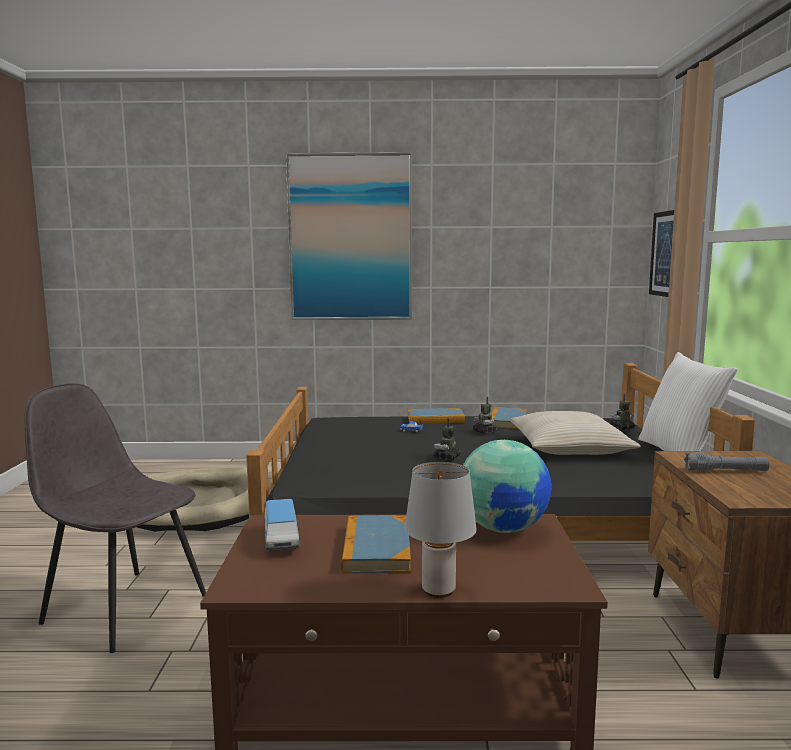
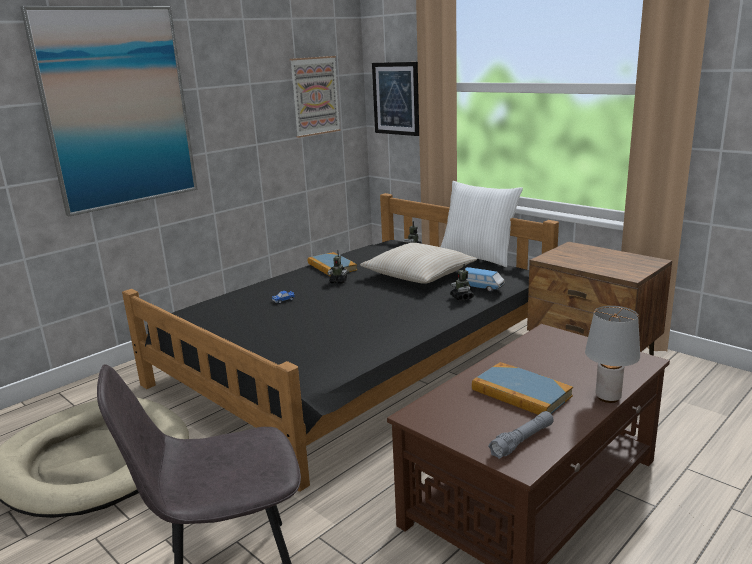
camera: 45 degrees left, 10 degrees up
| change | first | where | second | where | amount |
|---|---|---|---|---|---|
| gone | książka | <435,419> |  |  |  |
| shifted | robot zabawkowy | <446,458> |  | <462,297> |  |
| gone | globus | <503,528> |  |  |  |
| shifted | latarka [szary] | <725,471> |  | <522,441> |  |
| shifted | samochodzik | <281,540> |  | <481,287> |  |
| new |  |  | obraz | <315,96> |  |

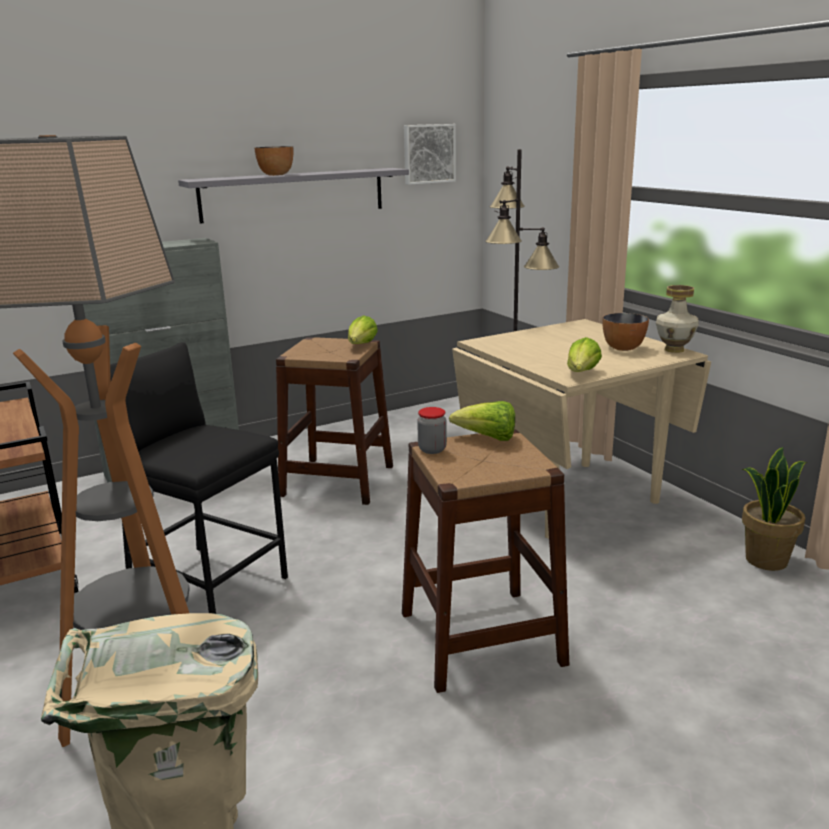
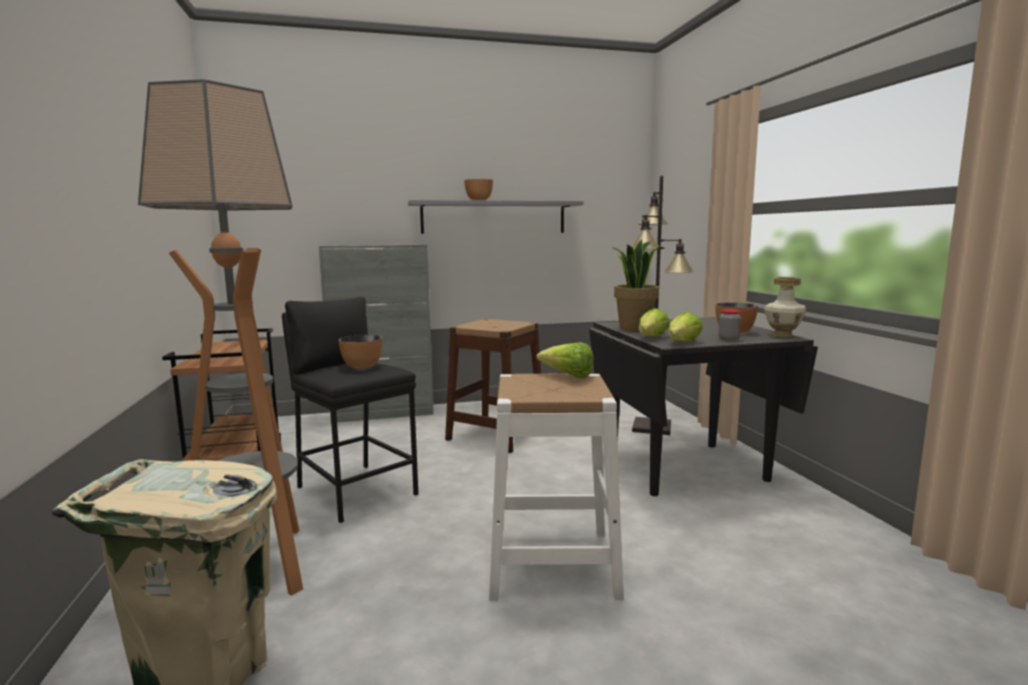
camera: 15 degrees right, 10 degrees down
| change | first | where | second | where | amount |
|---|---|---|---|---|---|
| gone | obraz | <428,153> |  |  |  |
| shifted | sałata | <361,345> |  | <651,338> |  |
| repainted | stół jadalny [beżowy] | <568,497> | stół jadalny [czarny] | <685,467> |  |
| shifted | słoik | <432,449> |  | <728,339> |  |
| repainted | stołek [brązowy] | <481,637> | stołek [biały] | <552,563> |  |
| shifted | roślina doniczkowa | <765,560> |  | <635,328> |  |
| new |  |  | miska | <362,367> |  |

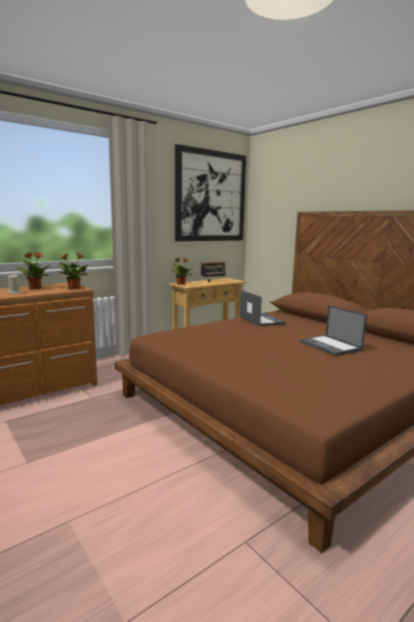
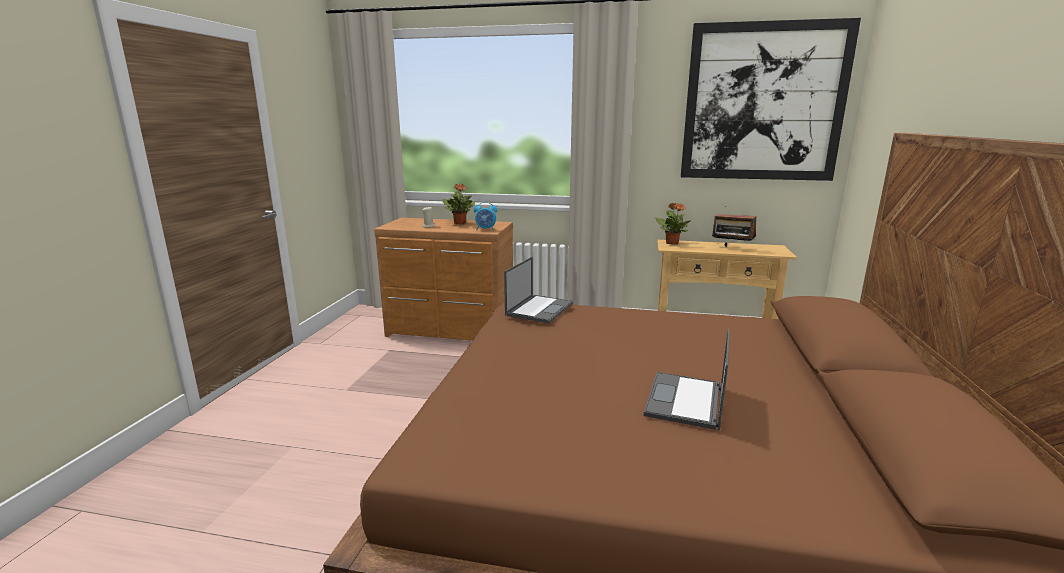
camera: 50 degrees right, 5 degrees up
| change | first | where | second | where | amount |
|---|---|---|---|---|---|
| swapped | roślina doniczkowa | <73,288> | budzik | <485,229> |  |
| shifted | laptop | <261,320> |  | <539,309> |  |

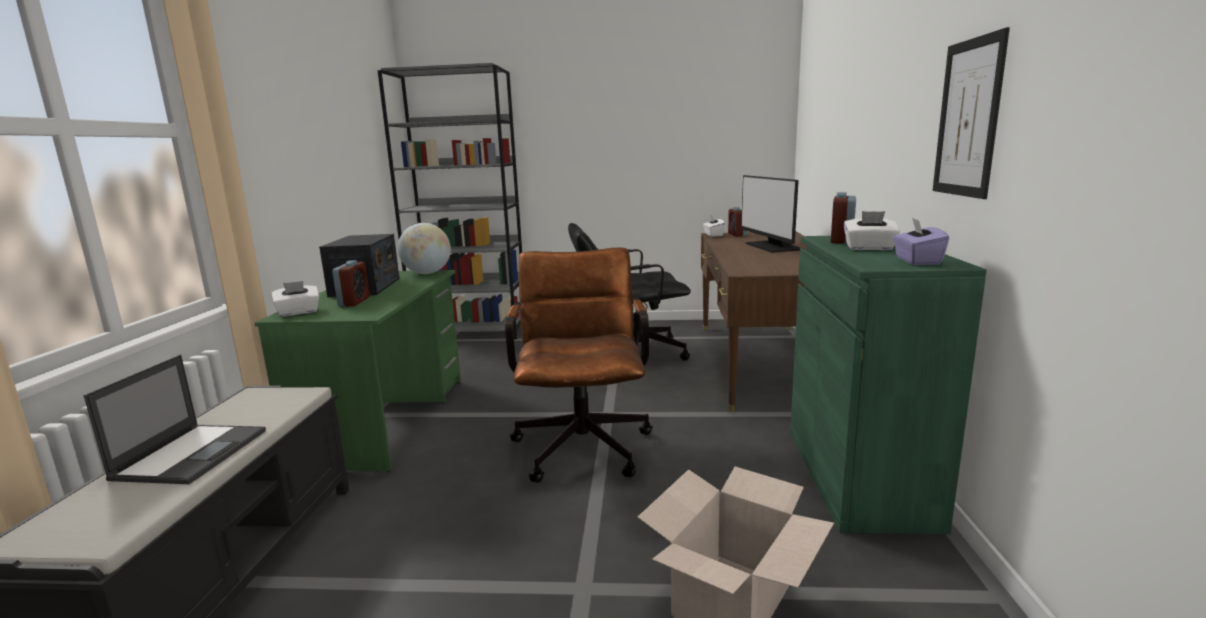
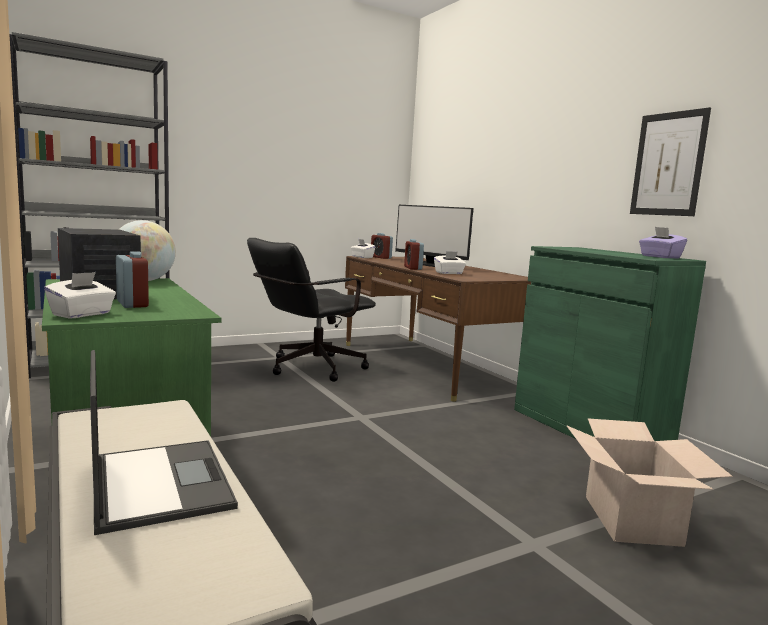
camera: 35 degrees left, 5 degrees down
| change | first | where | second | where | amount |
|---|---|---|---|---|---|
| shifted | budzik | <841,240> |  | <413,268> |  |
| shifted | pudełko chusteczek [biały] | <869,248> |  | <449,273> |  |
| gone | krzesło biurowe [brązowy] | <583,441> |  |  |  |

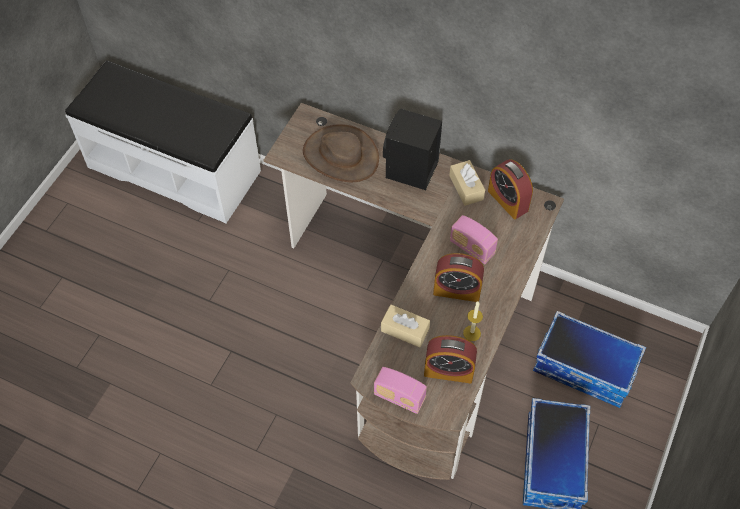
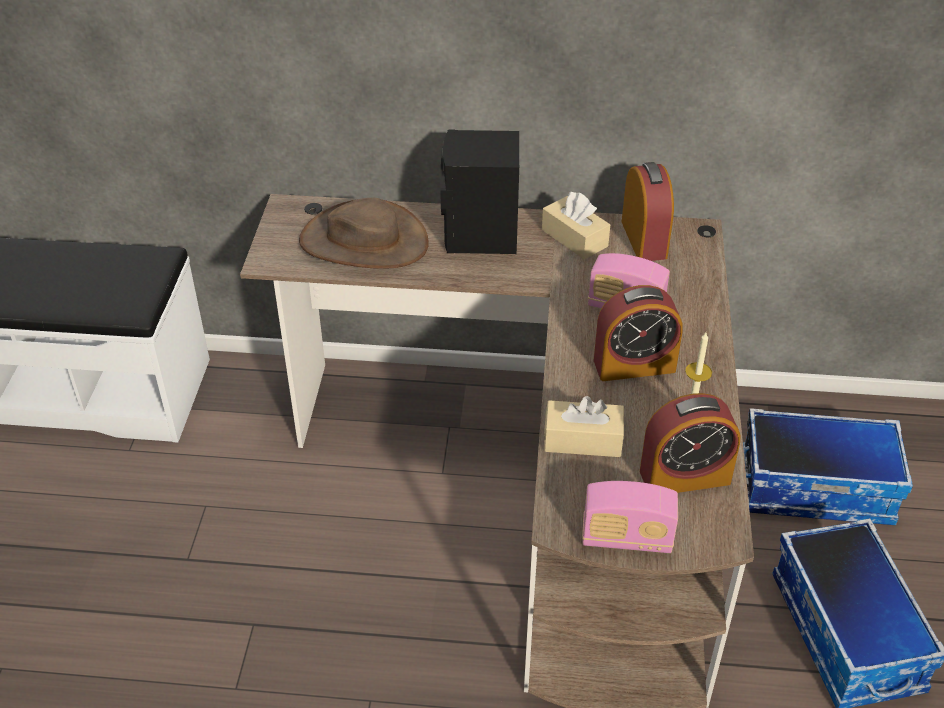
camera: 20 degrees left, 15 degrees down
| change | first | where | second | where | amount |
|---|---|---|---|---|---|
| rotated | budzik | <508,200> |  | <644,239> | 135 degrees counterclockwise |

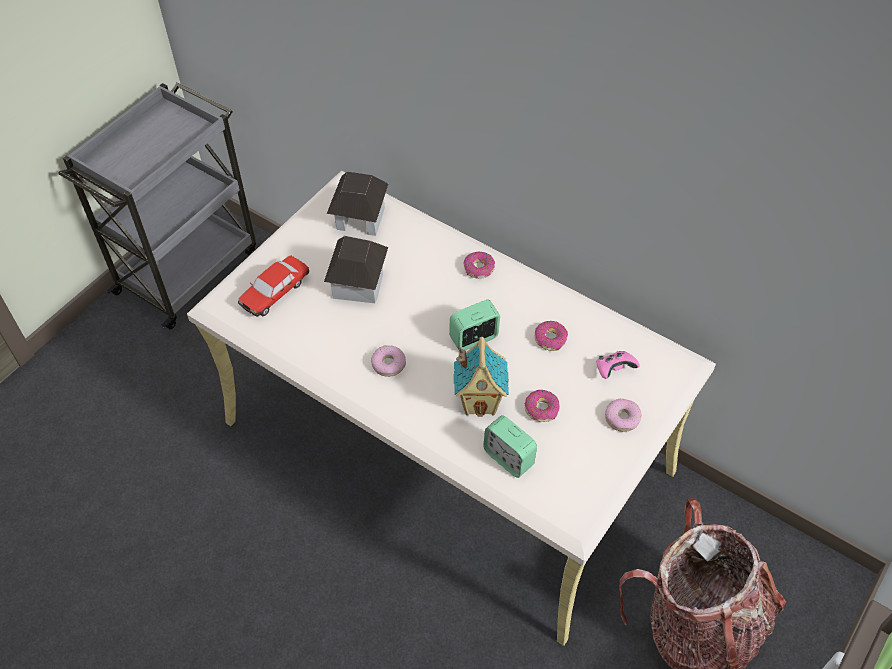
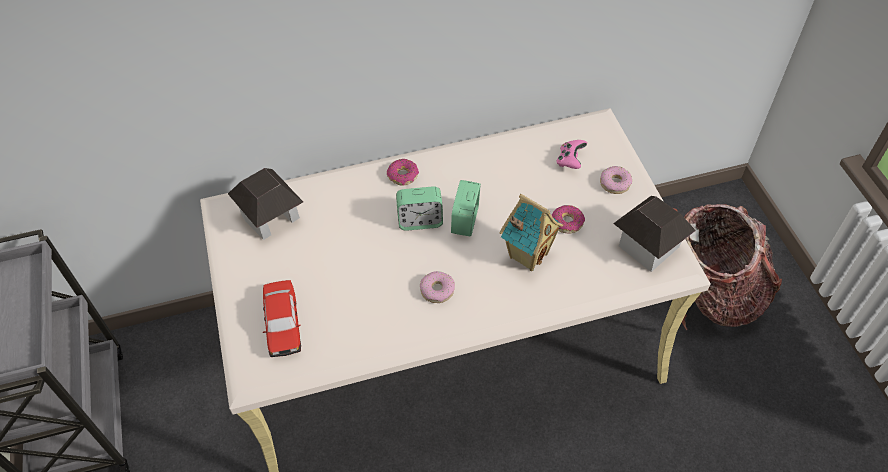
camera: 50 degrees left, 0 degrees up
| change | first | where | second | where | amount |
|---|---|---|---|---|---|
| shifted | domek | <358,284> |  | <648,246> |  |
| gone | donut | <550,339> |  |  |  |
| shifted | budzik | <508,458> |  | <420,221> |  |

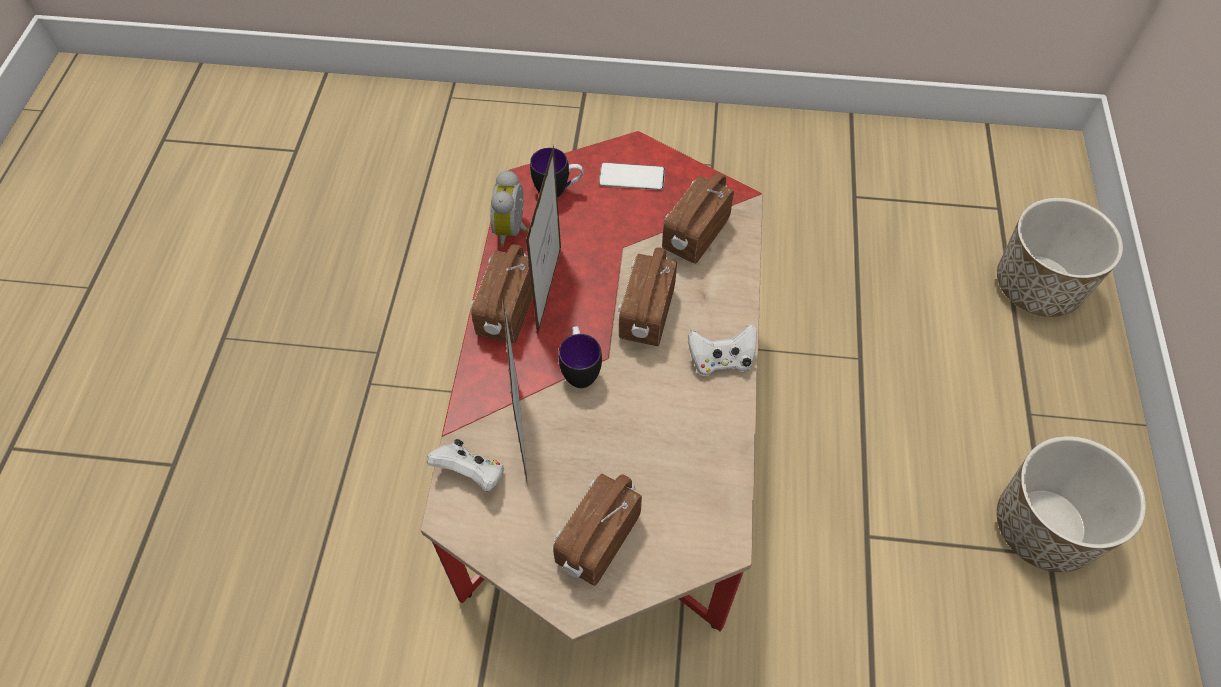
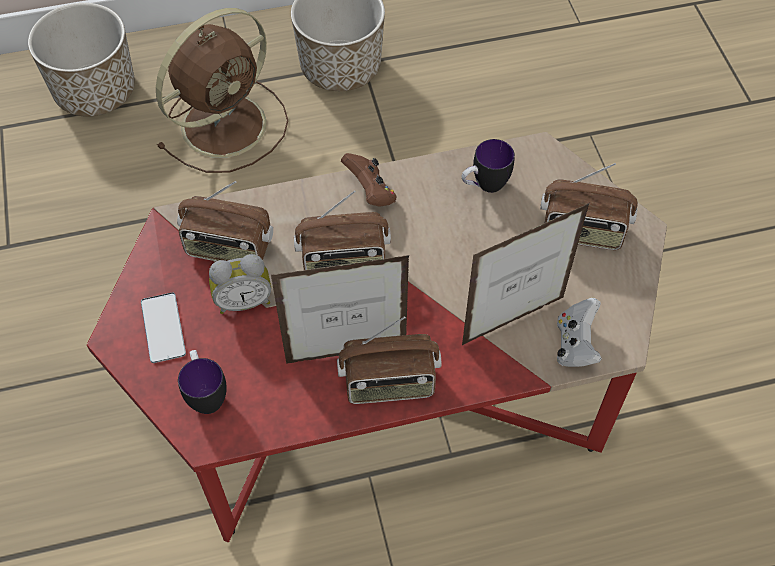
camera: 110 degrees left, 0 degrees up
| change | first | where | second | where | amount |
|---|---|---|---|---|---|
| shifted | budzik | <513,230> |  | <243,300> |  |
| repainted | pad do gier [biały] | <721,360> | pad do gier [brązowy] | <370,192> |  |
| shifted | kubek | <580,370> |  | <484,186> |  |
| new |  |  | wentylator [brązowy] | <227,123> |  |

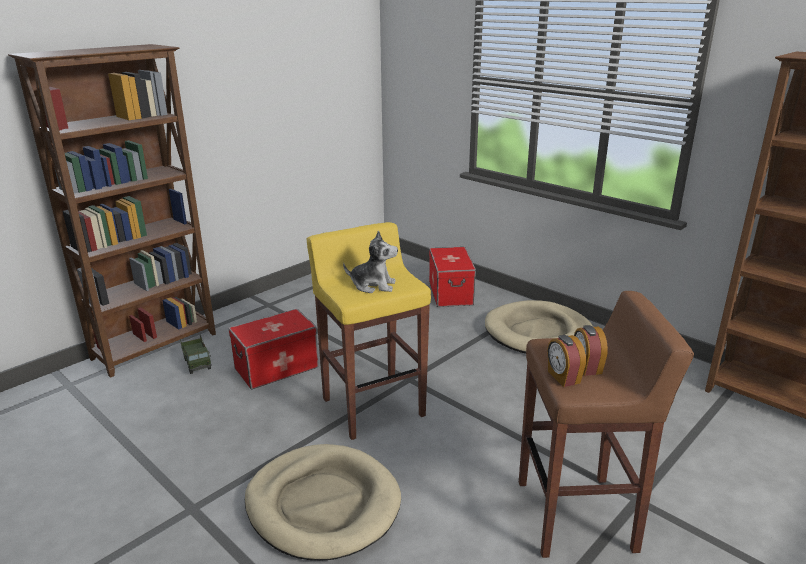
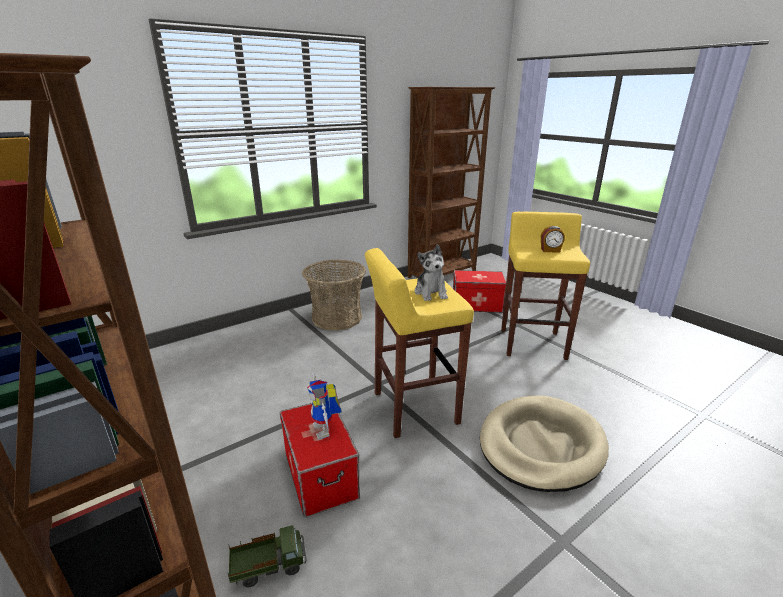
camera: 80 degrees left, 0 degrees up
| change | first | where | second | where | amount |
|---|---|---|---|---|---|
| rotated | pluszak | <373,285> |  | <431,292> | 150 degrees clockwise |
| shifted | pojemnik do przechowywania | <451,293> |  | <477,305> |  |
| repainted | stołek [brązowy] | <577,516> | stołek [żółty] | <532,343> |  |
| swapped | legowisko [beżowy] | <538,333> | koszyk | <337,318> |  |
| gone | budzik | <563,377> |  |  |  |
| new |  |  | robot zabawkowy | <326,430> |  |

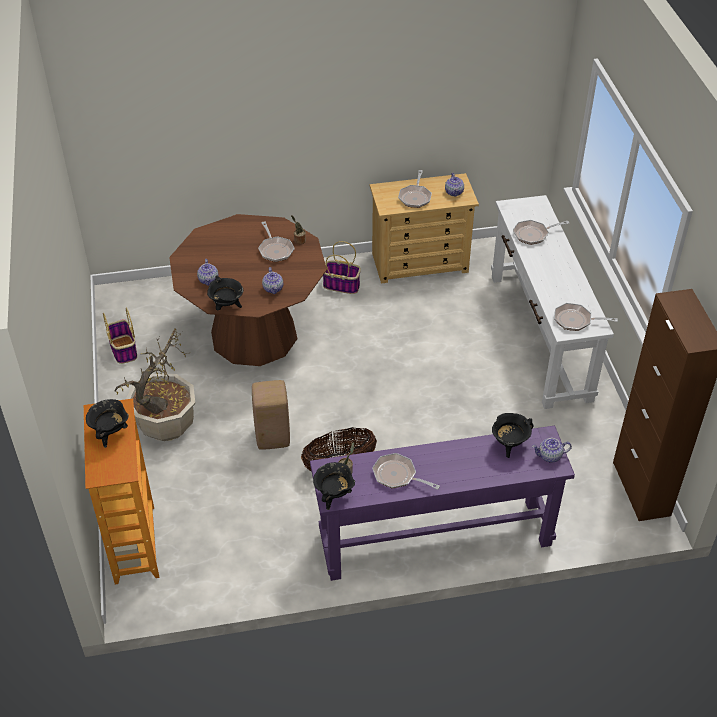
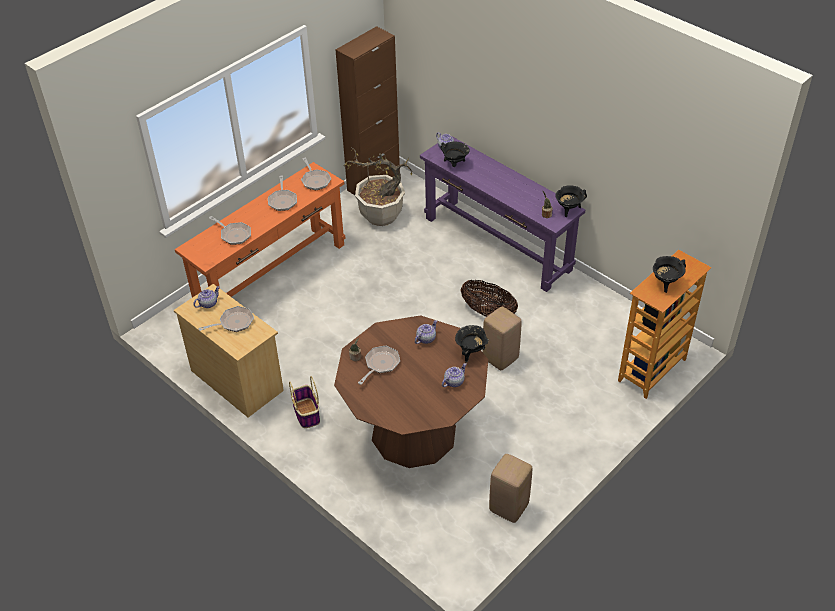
camera: 125 degrees left, 0 degrees up
| change | first | where | second | where | amount |
|---|---|---|---|---|---|
| repainted | stolik konsolowy [biały] | <539,336> | stolik konsolowy [pomarańczowy] | <271,276> |  |
| swapped | koszyk | <123,349> | stołek [beżowy] | <509,508> |  |
| shifted | roślina doniczkowa | <166,425> |  | <380,216> |  |
| shifted | patelnia | <398,476> |  | <282,200> |  |

